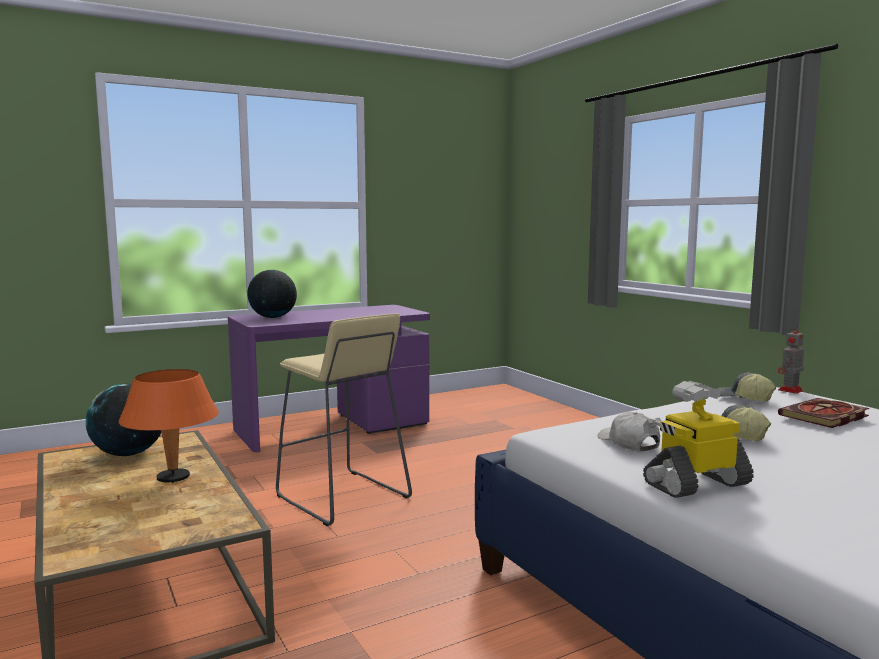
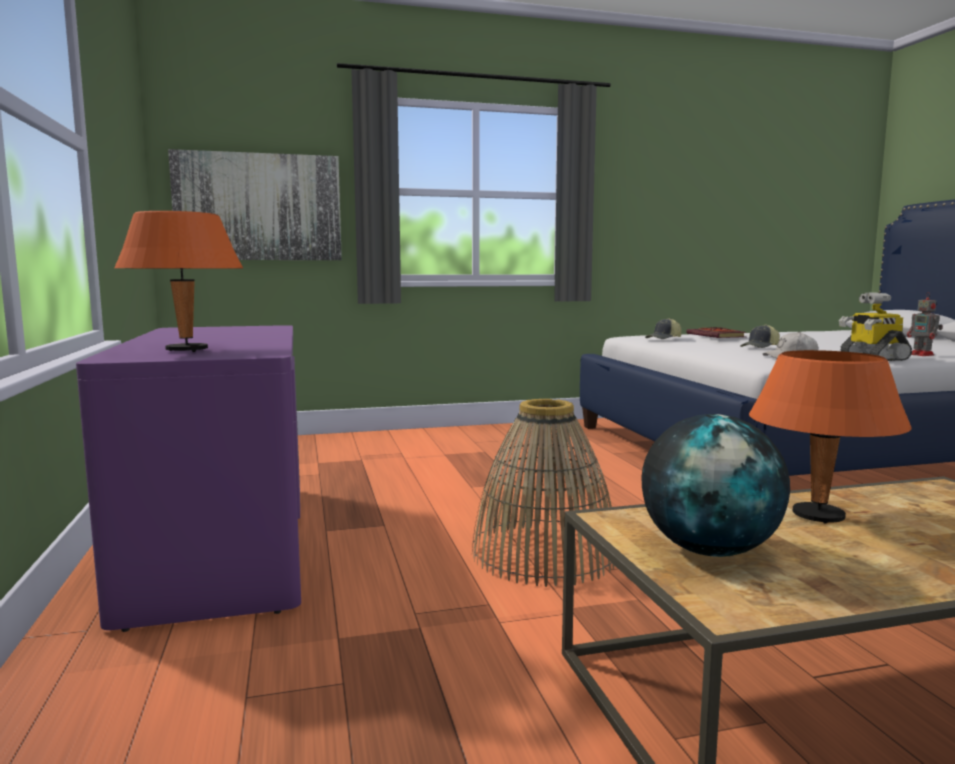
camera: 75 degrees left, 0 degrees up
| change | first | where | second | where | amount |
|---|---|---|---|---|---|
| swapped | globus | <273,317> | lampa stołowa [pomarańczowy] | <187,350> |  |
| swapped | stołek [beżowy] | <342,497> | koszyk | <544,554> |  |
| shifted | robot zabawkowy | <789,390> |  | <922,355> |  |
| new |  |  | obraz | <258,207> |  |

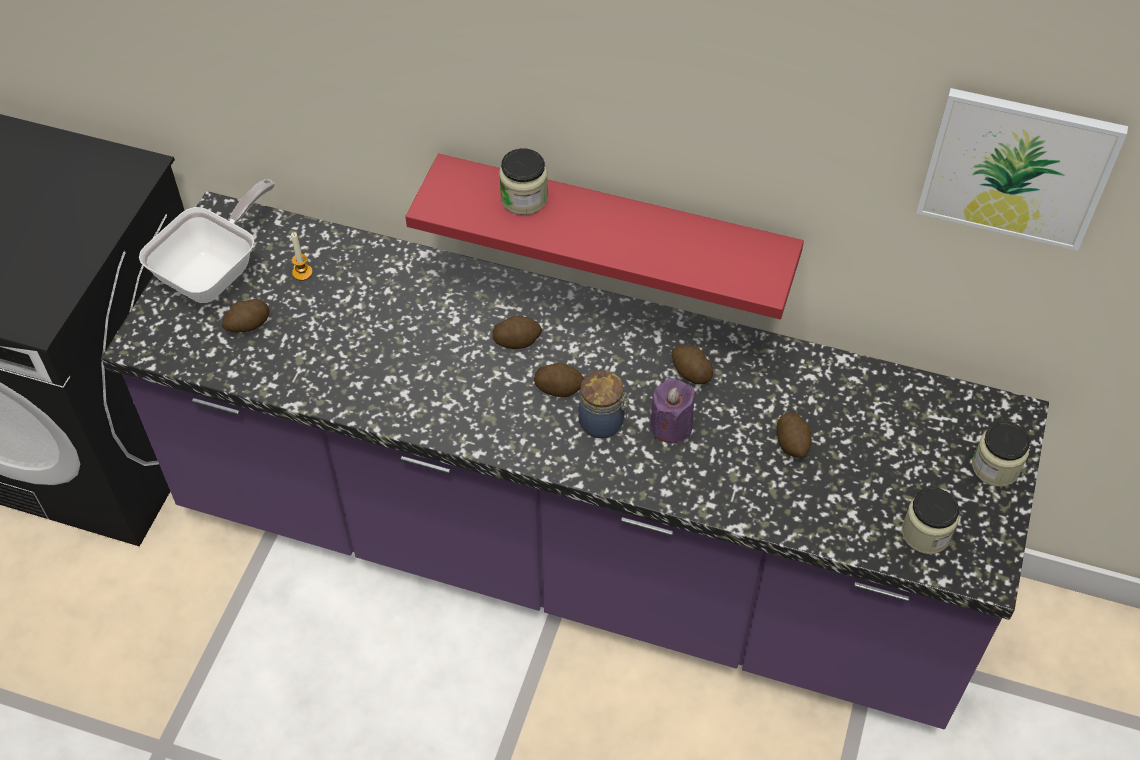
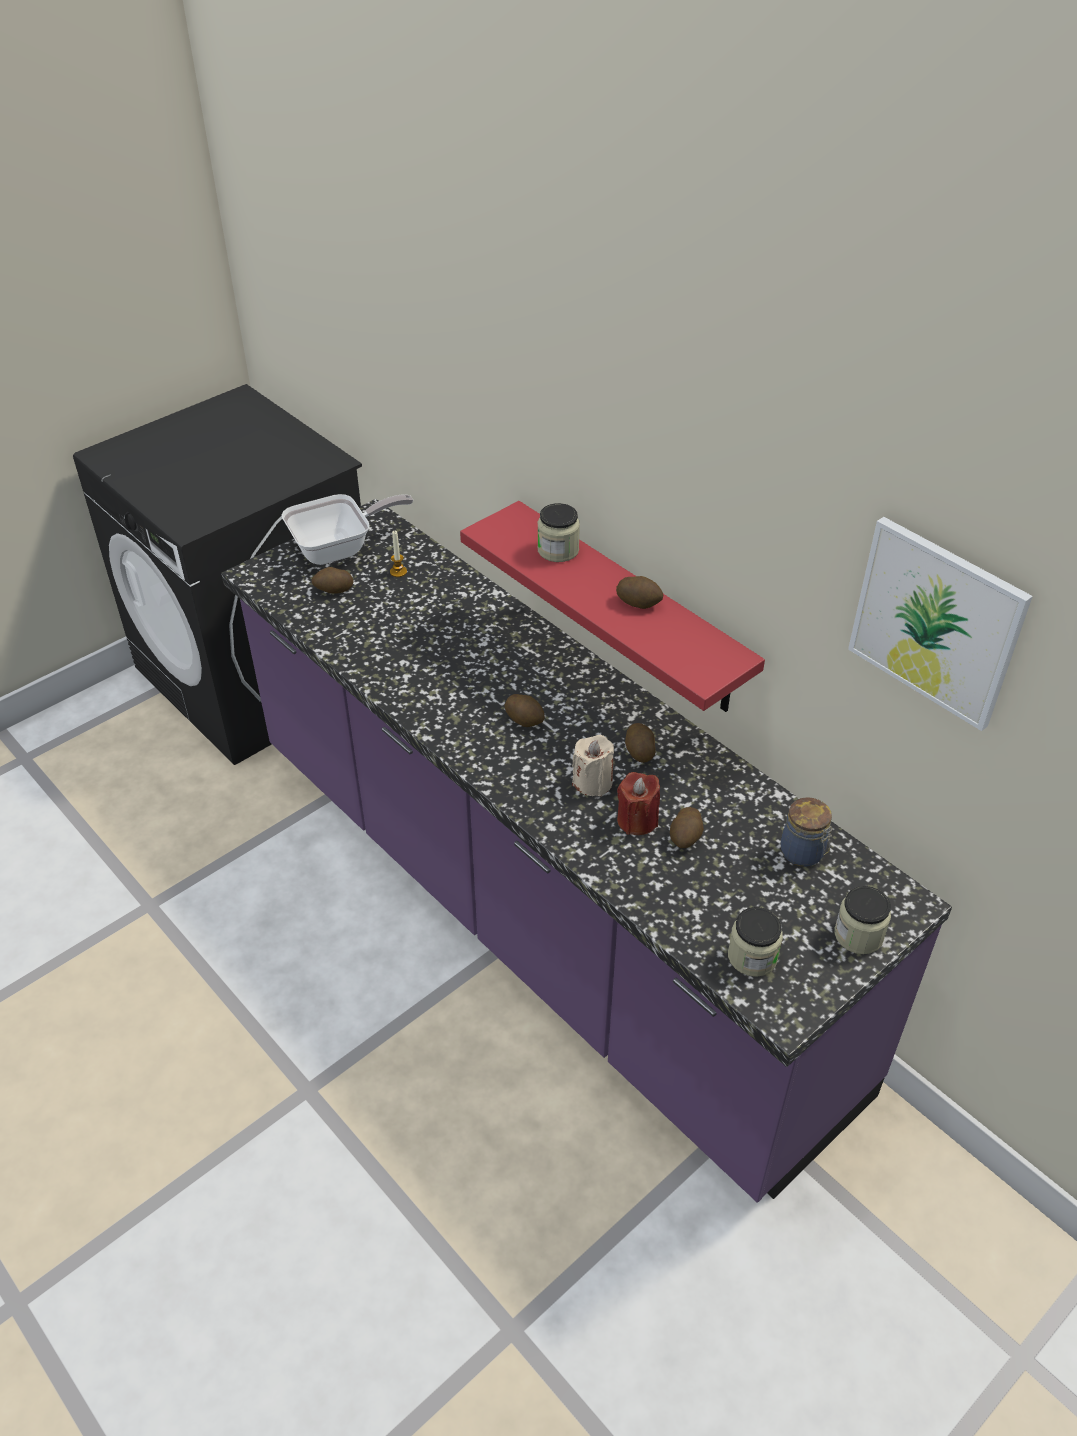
camera: 30 degrees right, 10 degrees down
| change | first | where | second | where | amount |
|---|---|---|---|---|---|
| shifted | ziemniak | <517,340> |  | <639,602> |  |
| shifted | słoik | <603,423> |  | <803,853> |  |
| repainted | świeca [fioletowy] | <671,426> | świeca [beżowy] | <593,782> |  |
| new |  |  | świeca [czerwony] | <637,820> |  |

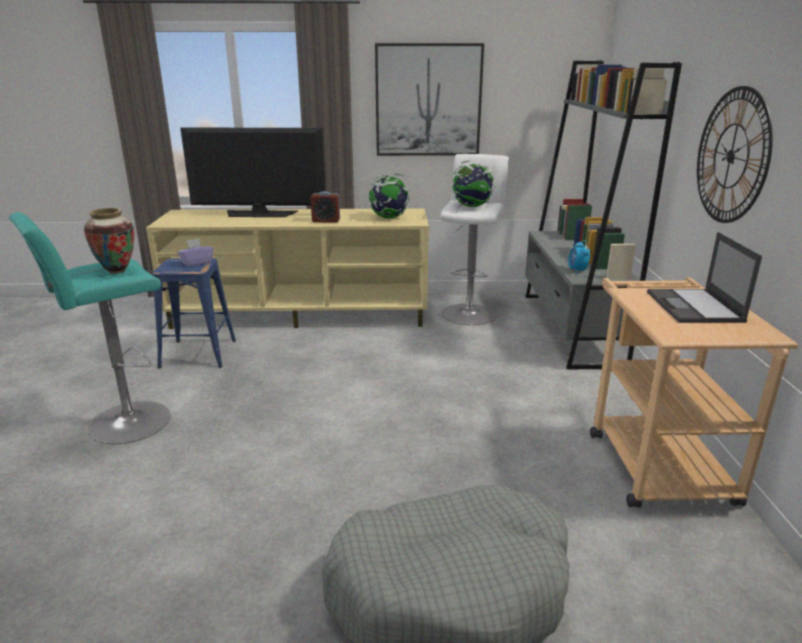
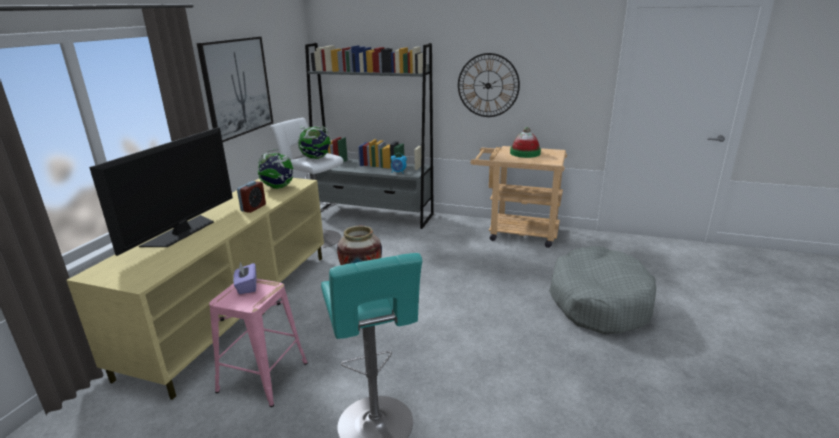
camera: 70 degrees left, 0 degrees up
| change | first | where | second | where | amount |
|---|---|---|---|---|---|
| swapped | laptop | <695,307> | kapelusz | <525,153> |  |
| repainted | stołek [niebieski] | <198,353> | stołek [różowy] | <262,376> |  |

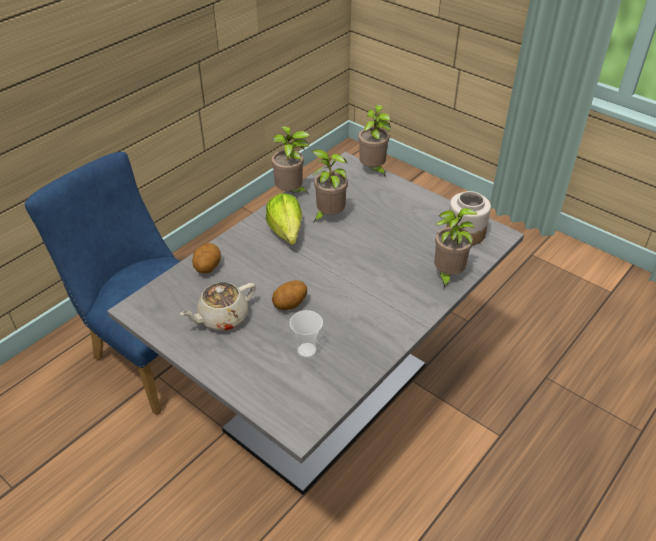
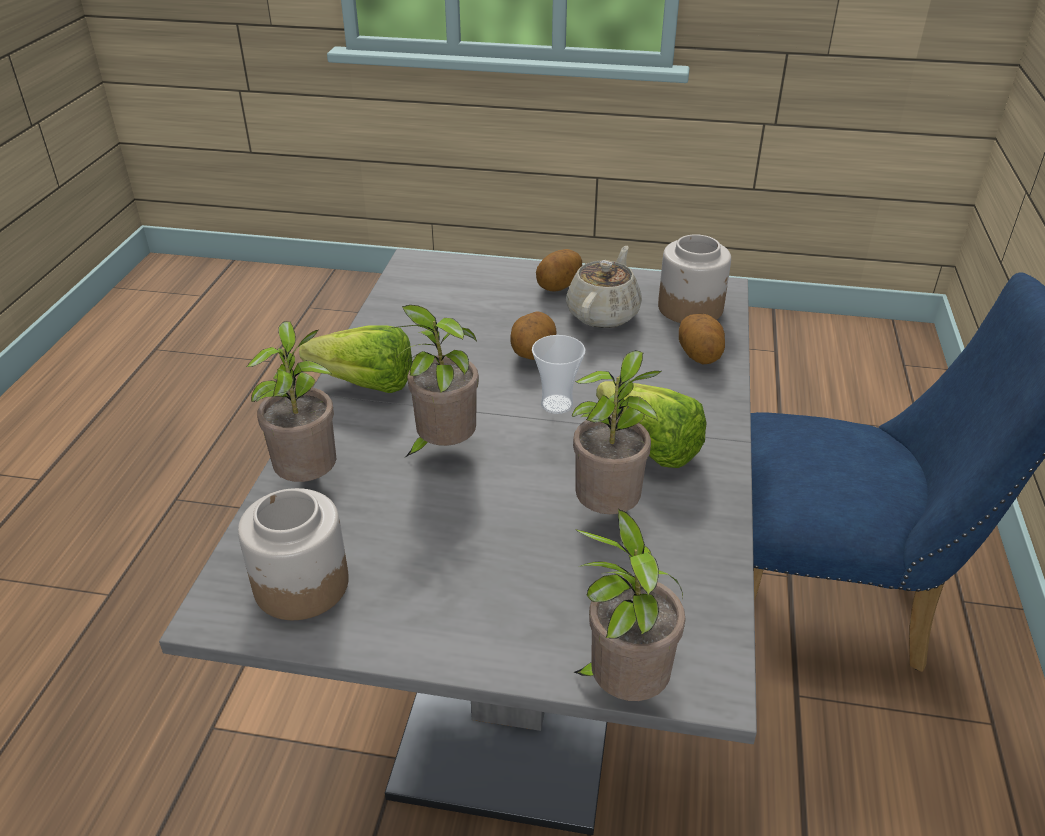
camera: 150 degrees right, 5 degrees down
| change | first | where | second | where | amount |
|---|---|---|---|---|---|
| shifted | roślina doniczkowa | <291,193> |  | <442,448> |  |
| shifted | filiżanka | <307,350> |  | <557,404> |  |
| new |  |  | słoik | <691,308> |  |
| new |  |  | ziemniak | <559,287> |  |
| new |  |  | sałata | <358,383> |  |

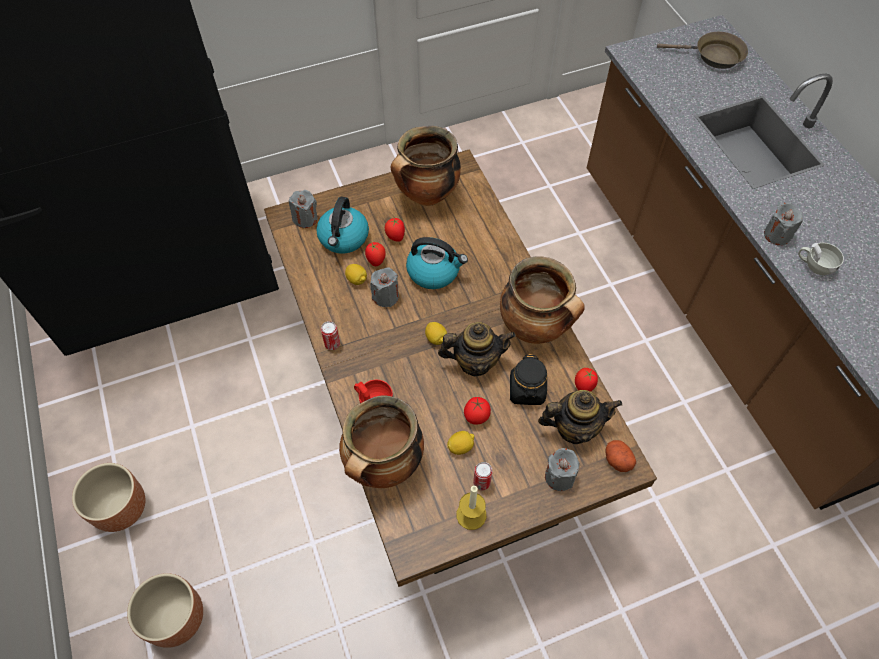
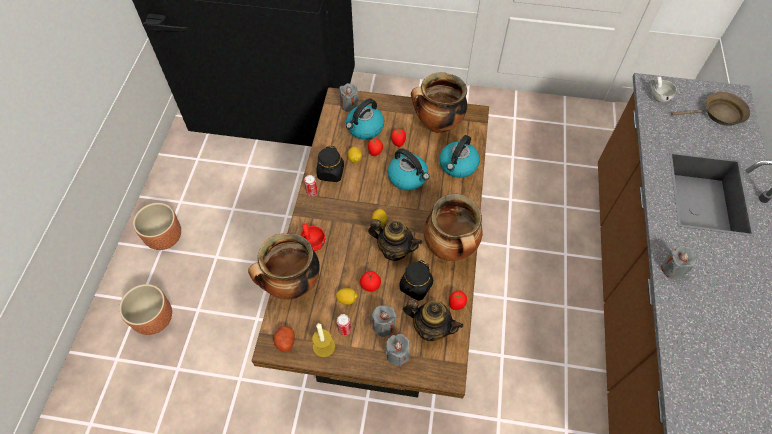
camera: 30 degrees right, 0 degrees up
| change | first | where | second | where | amount |
|---|---|---|---|---|---|
| rotated | patelnia [brązowy] | <714,56> |  | <719,114> | 45 degrees counterclockwise |
| shifted | filiżanka [biały] | <814,265> |  | <657,96> |  |
| shifted | świeca [szary] | <385,296> |  | <383,325> |  |
| shifted | ziemniak | <617,459> |  | <285,341> |  |
| new |  |  | czajnik | <458,165> |  |
| new |  |  | słoik [czarny] | <331,173> |  |

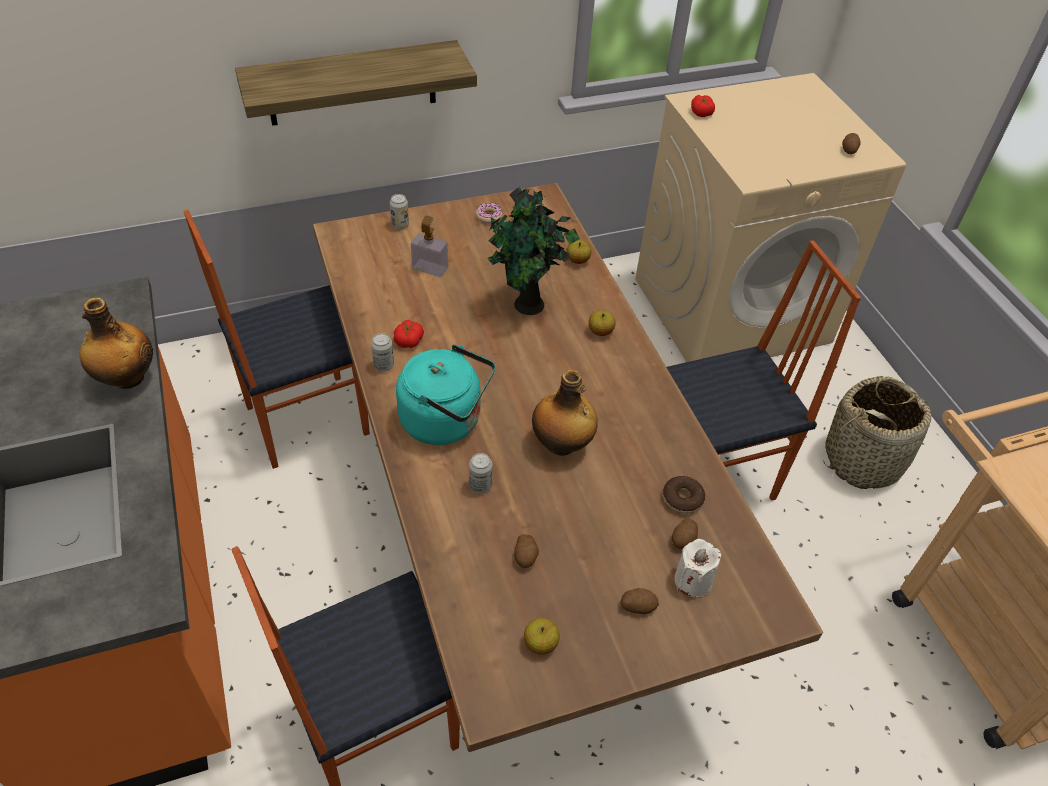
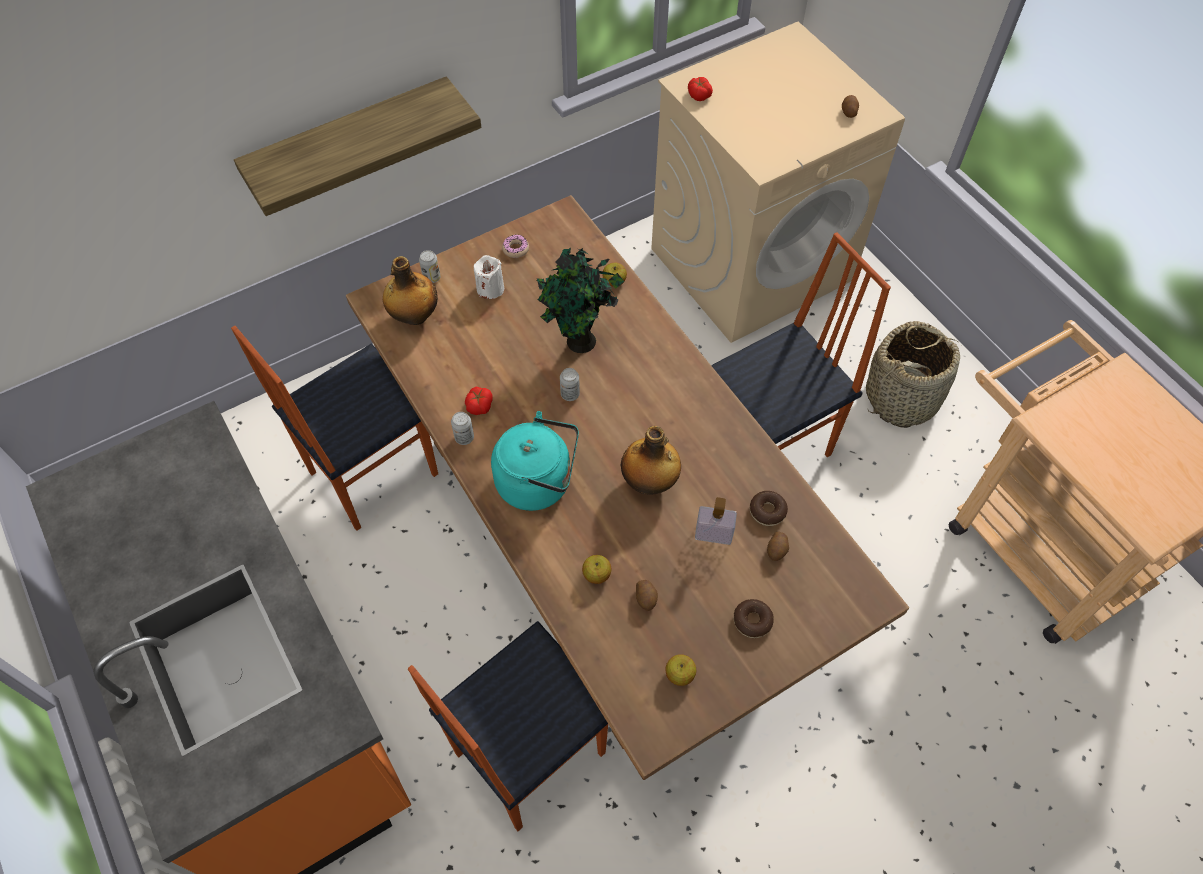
camera: 10 degrees left, 10 degrees up
| change | first | where | second | where | amount |
|---|---|---|---|---|---|
| shifted | dozownik mydła | <430,268> |  | <713,534> |  |
| shifted | butelka | <126,378> |  | <414,316> |  |
| shifted | jabłko | <600,331> |  | <596,575> |  |
| shifted | puszka | <480,486> |  | <570,394> |  |
| shifted | świeca [biały] | <693,580> |  | <490,288> |  |
| swapped | ziemniak | <638,606> | donut | <752,621> |  |

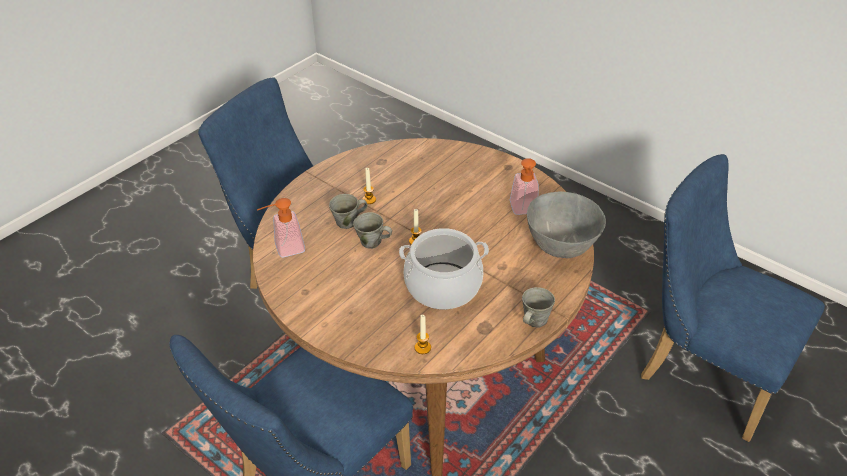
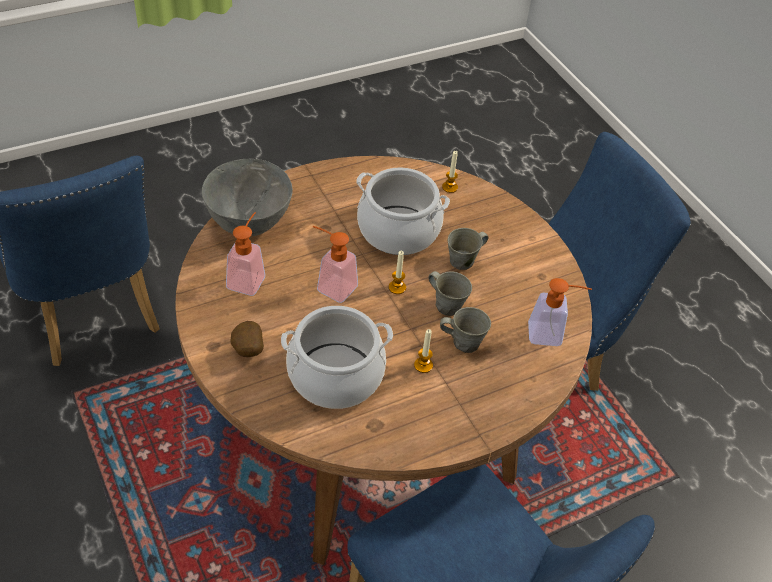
camera: 160 degrees left, 5 degrees up
| change | first | where | second | where | amount |
|---|---|---|---|---|---|
| shifted | kubek [szary] | <534,320> |  | <463,261> |  |
| new |  |  | dozownik mydła | <331,285> |  |
| new |  |  | garnek | <335,376> |  |
| new |  |  | ziemniak | <247,351> |  |

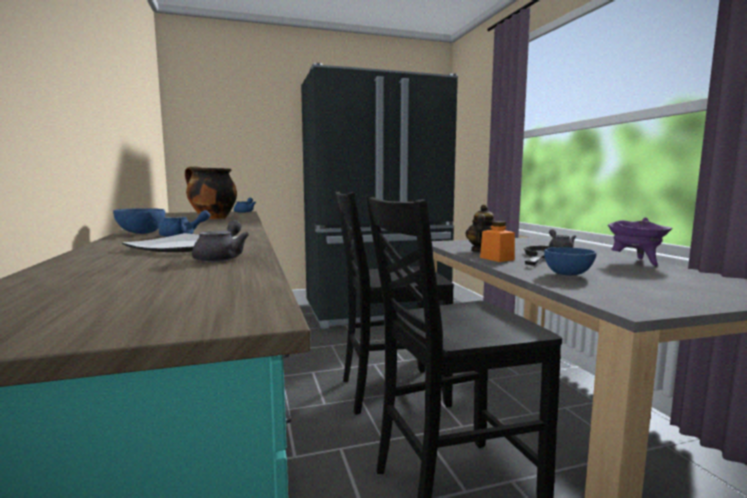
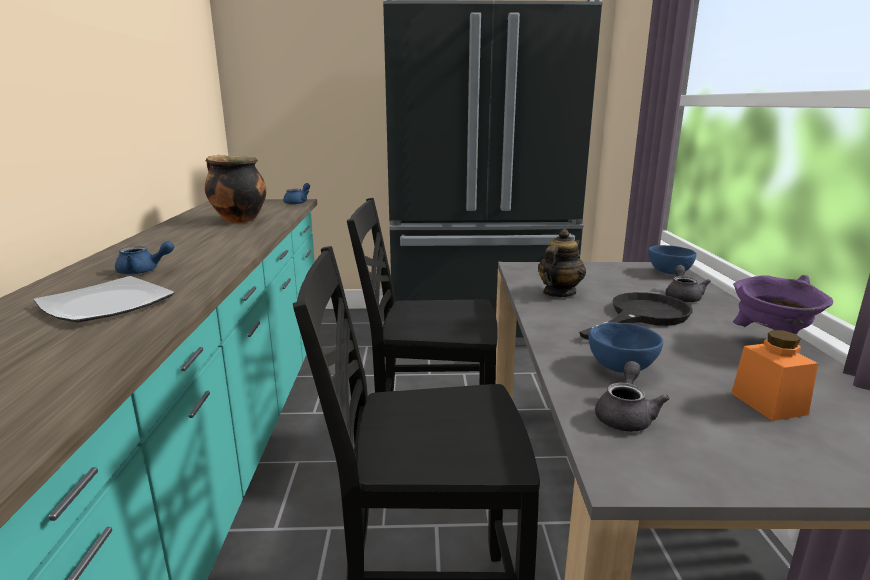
camera: 15 degrees right, 10 degrees up
| change | first | where | second | where | amount |
|---|---|---|---|---|---|
| shifted | miska [niebieski] | <141,233> |  | <669,273> |  |
| shifted | imbryk [szary] | <222,258> |  | <625,416> |  |
| shifted | słoik [pomarańczowy] | <497,258> |  | <768,403> |  |

